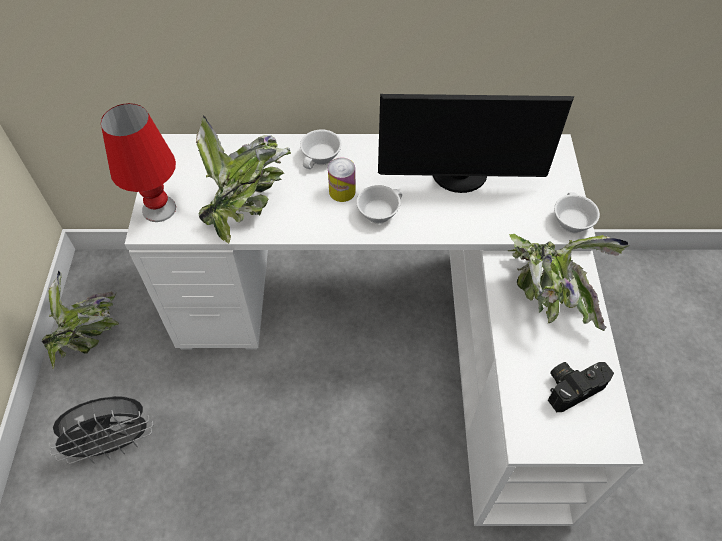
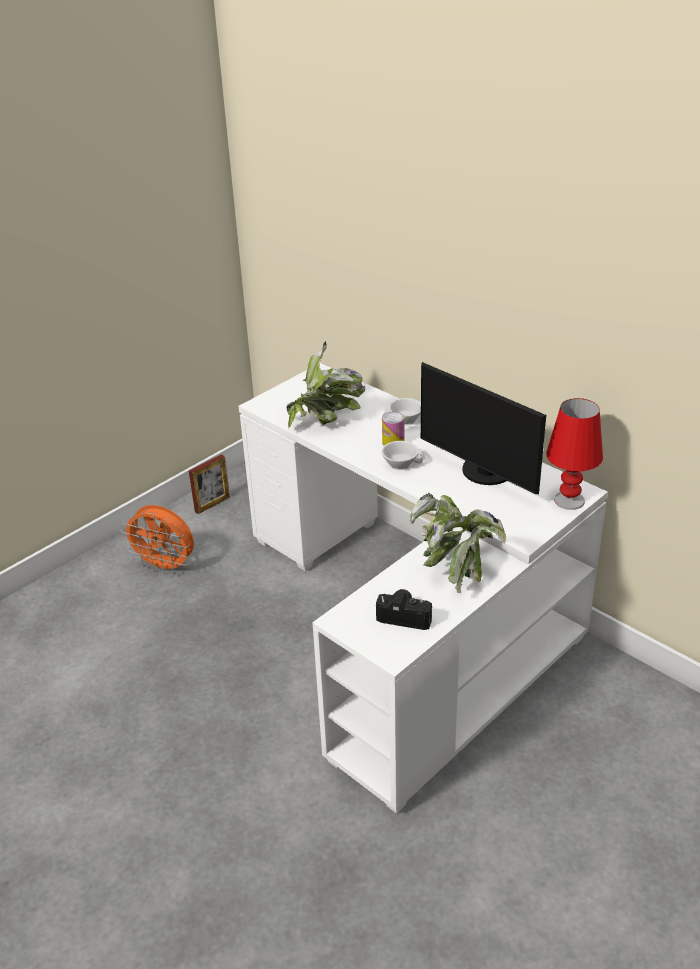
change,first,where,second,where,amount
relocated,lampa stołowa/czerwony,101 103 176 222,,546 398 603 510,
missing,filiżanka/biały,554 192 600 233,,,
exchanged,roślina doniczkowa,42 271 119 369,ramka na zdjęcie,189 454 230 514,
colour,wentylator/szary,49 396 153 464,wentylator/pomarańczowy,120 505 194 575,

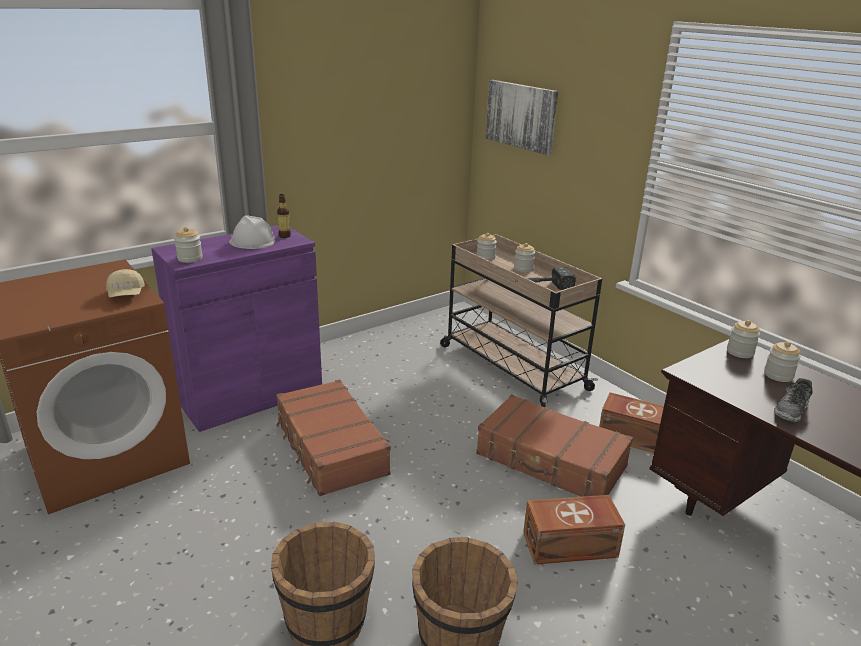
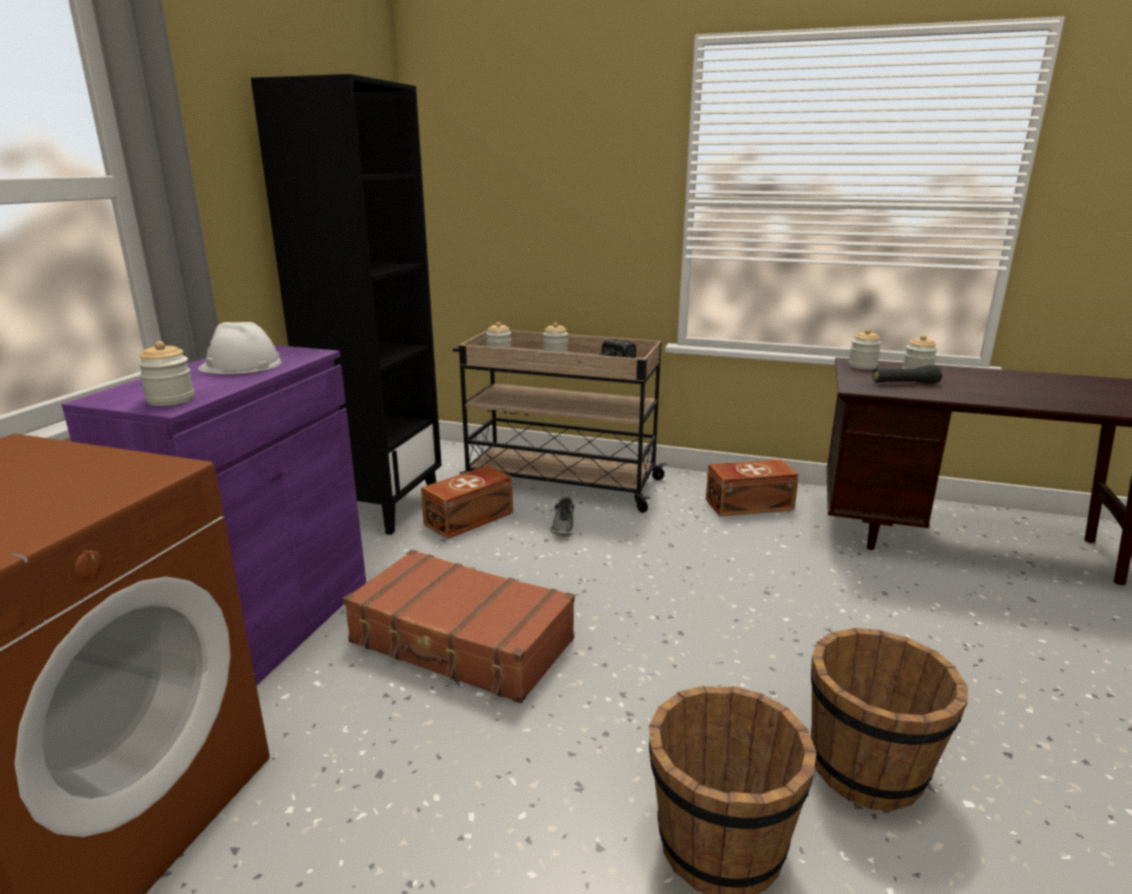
change,first,where,second,where,amount
missing,obraz,486 80 558 155,,,
missing,butelka,277 194 291 238,,,
missing,czapka z daszkiem/beżowy,106 269 145 297,,,
relocated,but,774 378 813 422,,551 497 574 536,
missing,walizka/brązowy,476 394 633 497,,,
relocated,pojemnik do przechowywania/brązowy,523 495 625 565,,421 465 513 539,
appeared,,,regał/czarny,251 74 442 535,
appeared,,,latarka/czarny,873 365 942 383,

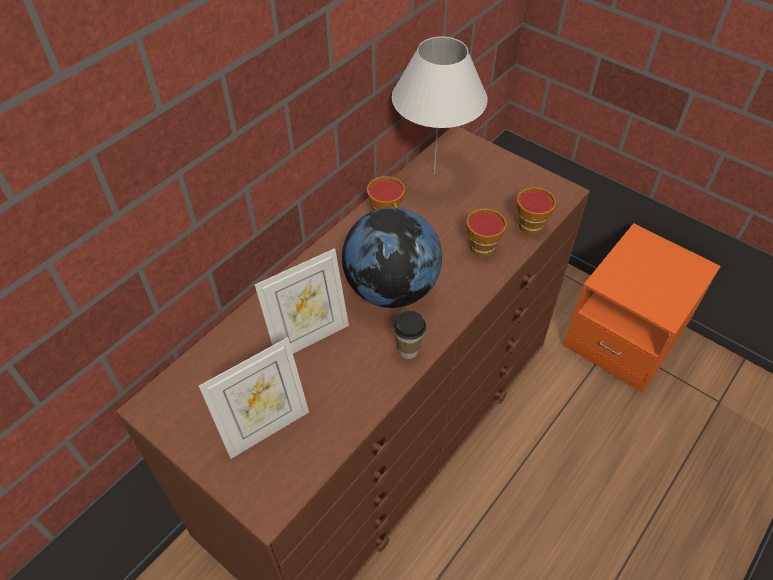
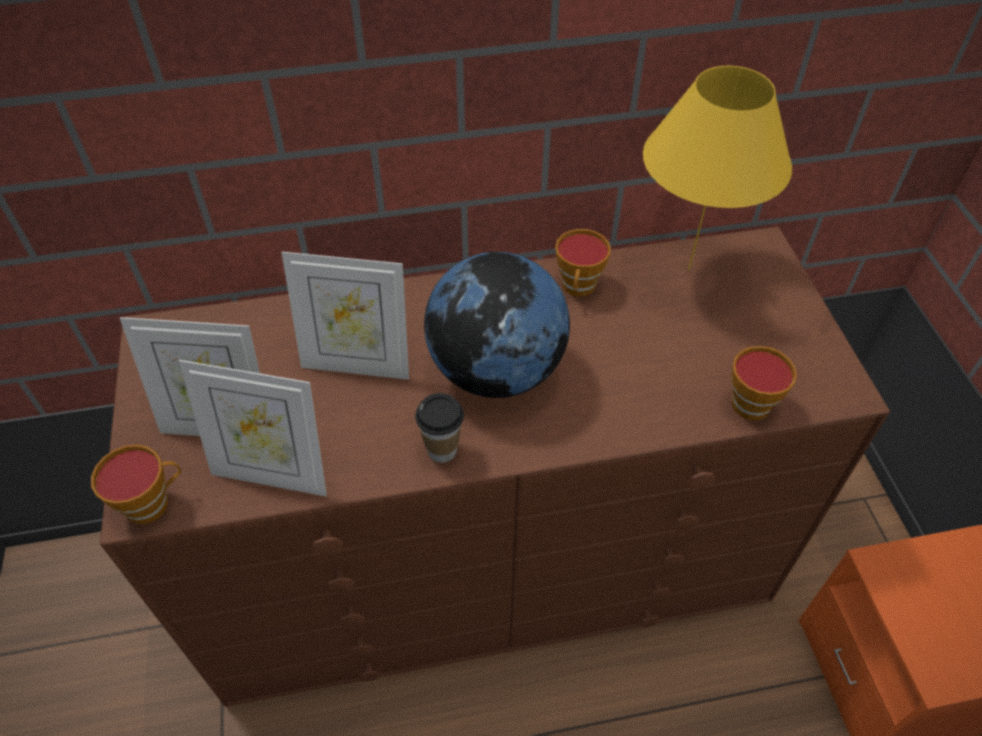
change,first,where,second,where,amount
colour,lampa stołowa/biały,392 37 488 174,lampa stołowa/żółty,643 66 792 270,
relocated,filiżanka,467 208 506 257,,91 445 181 524,
appeared,,,ramka na zdjęcie,179 360 327 496,

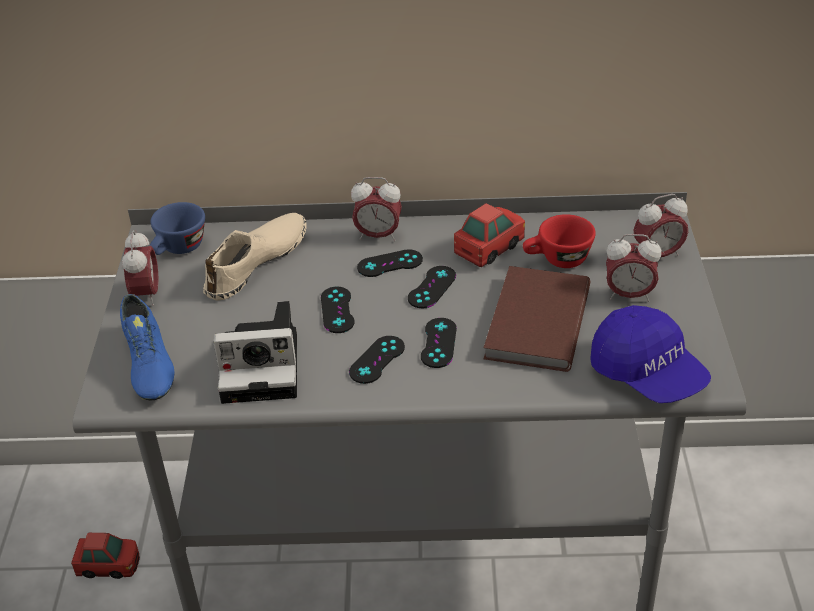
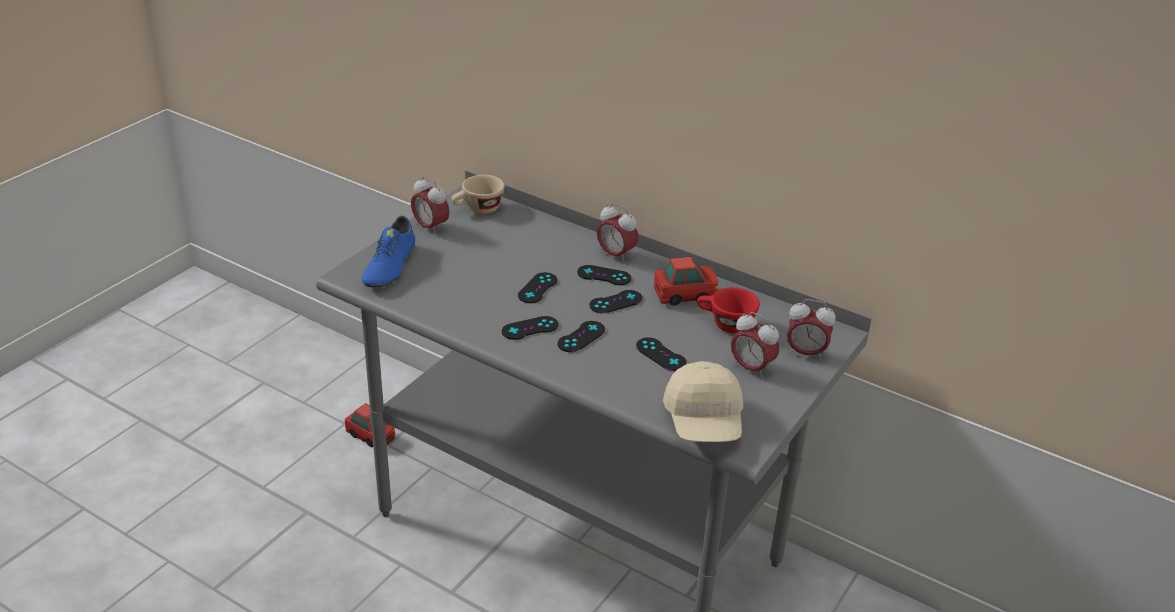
change,first,where,second,where,amount
colour,filiżanka/niebieski,150 202 205 255,filiżanka/beżowy,451 175 505 214,
missing,but/beżowy,203 213 307 301,,,
spun,budzik,122 230 159 306,,411 176 450 236,105 degrees clockwise
exchanged,książka/brązowy,483 266 590 372,pad do gier/czarny,636 338 687 371,
missing,aparat fotograficzny,214 301 297 404,,,
colour,czapka z daszkiem/niebieski,590 305 711 403,czapka z daszkiem/beżowy,663 361 743 442,

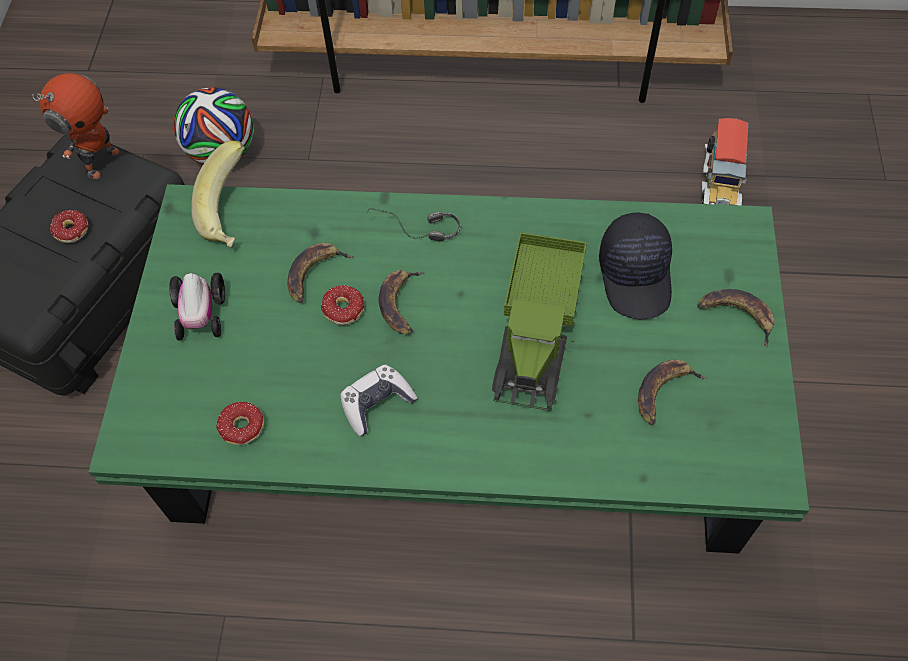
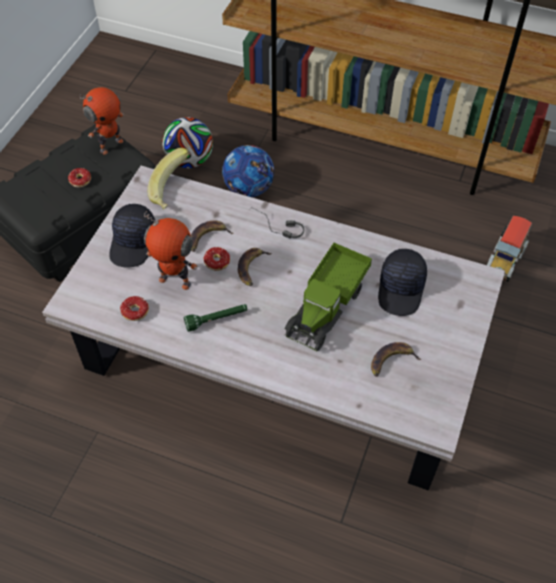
change,first,where,second,where,amount
colour,ława/zielony,89 184 809 554,ława/biały,42 166 505 491,
exchanged,samochodzik,169 273 225 341,czapka z daszkiem/czarny,109 204 155 268,
missing,banan,697 289 775 348,,,
exchanged,pad do gier,340 364 417 436,latarka/zielony,184 304 248 332,
appeared,,,piłka futbolowa,222 145 274 197,
appeared,,,robot zabawkowy,144 211 198 290,

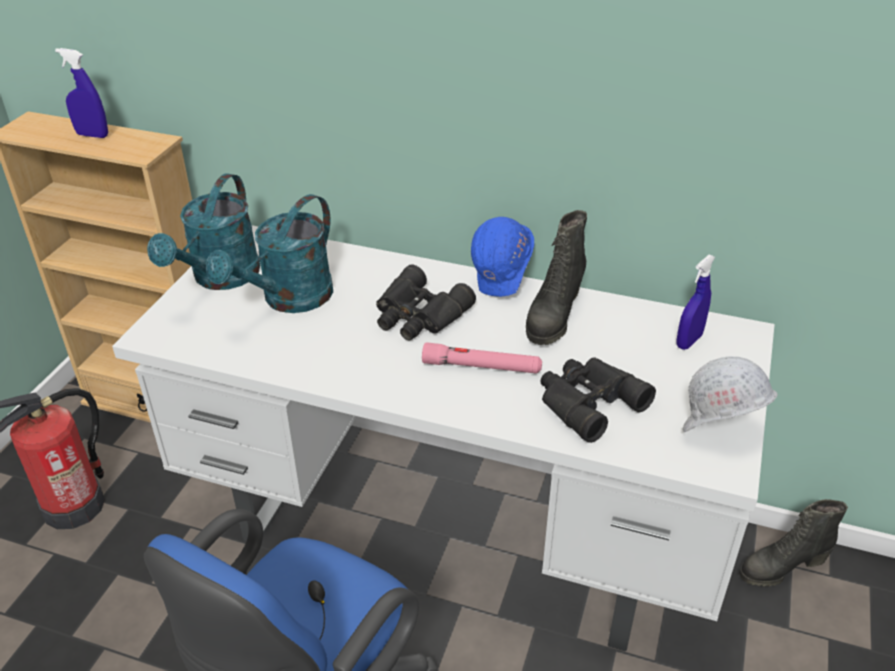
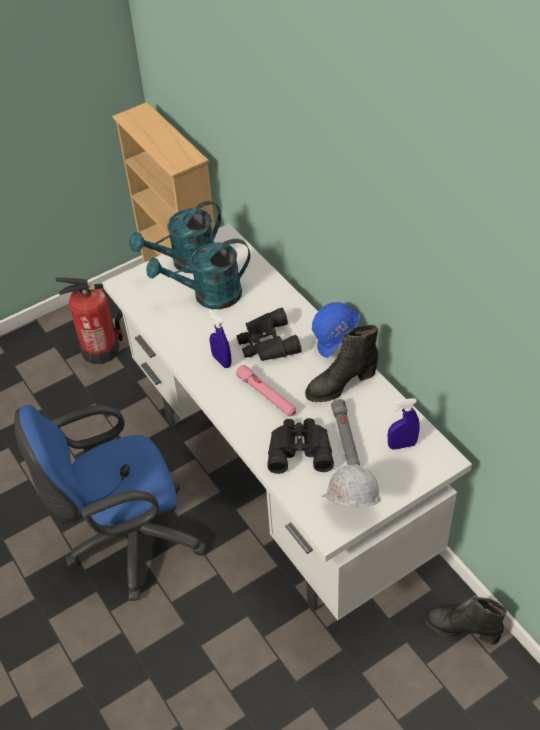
change,first,where,second,where,amount
relocated,spryskiwacz/niebieski,55 48 108 138,,209 309 232 368,
appeared,,,latarka/szary,331 399 360 465,

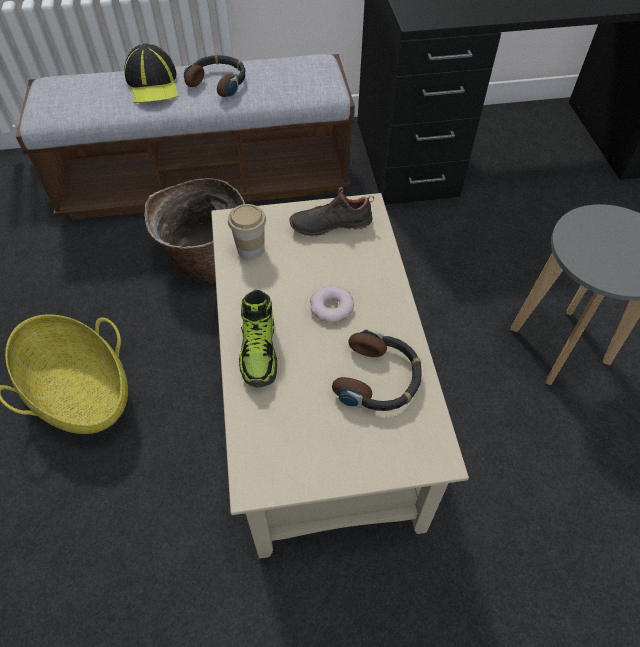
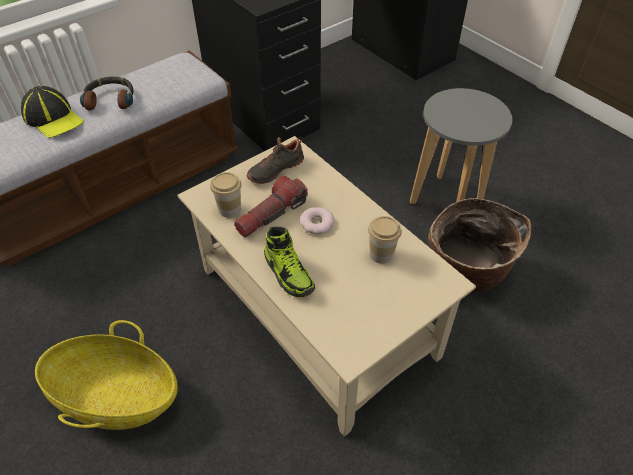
change,first,where,second,where,amount
relocated,koszyk,144 178 245 283,,428 198 531 292,
exchanged,słuchawki,332 330 422 411,filiżanka,368 216 402 264,
appeared,,,latarka,234 176 308 237,

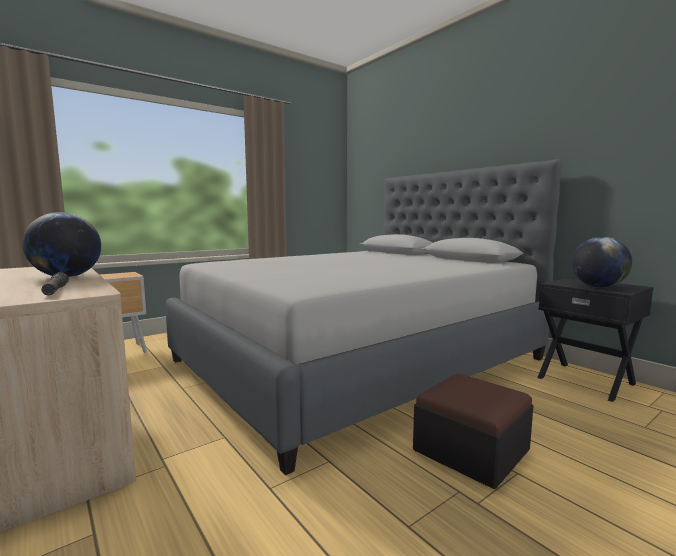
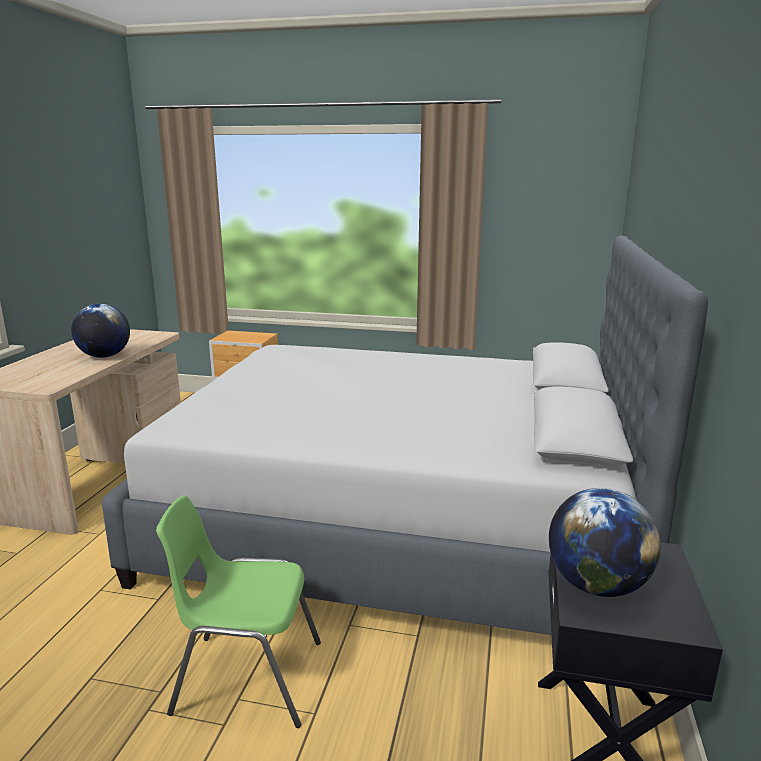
change,first,where,second,where,amount
missing,latarka/czarny,41 272 69 295,,,
exchanged,pufa,413 373 533 489,krzesło/zielony,156 495 321 728,

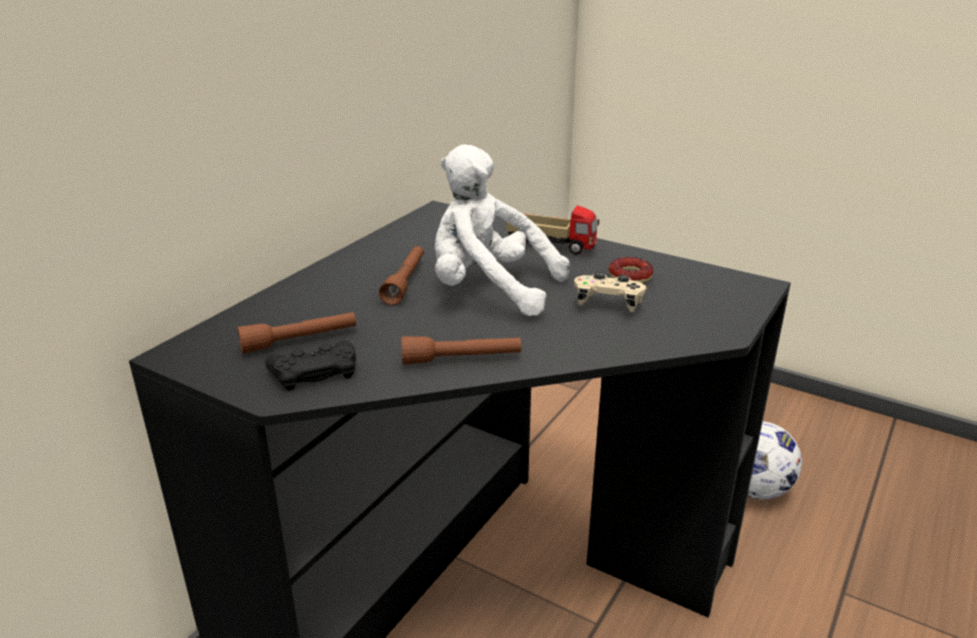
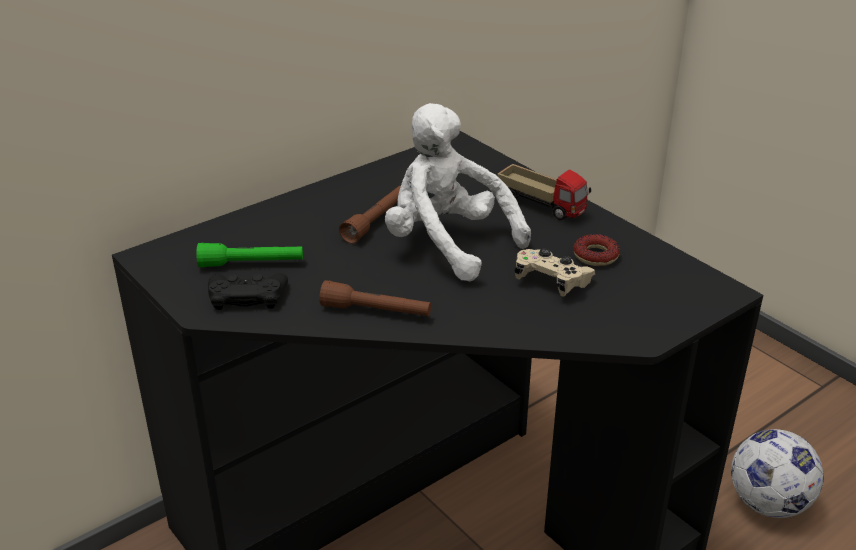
change,first,where,second,where,amount
colour,latarka/brązowy,237 312 356 354,latarka/zielony,196 243 303 267,

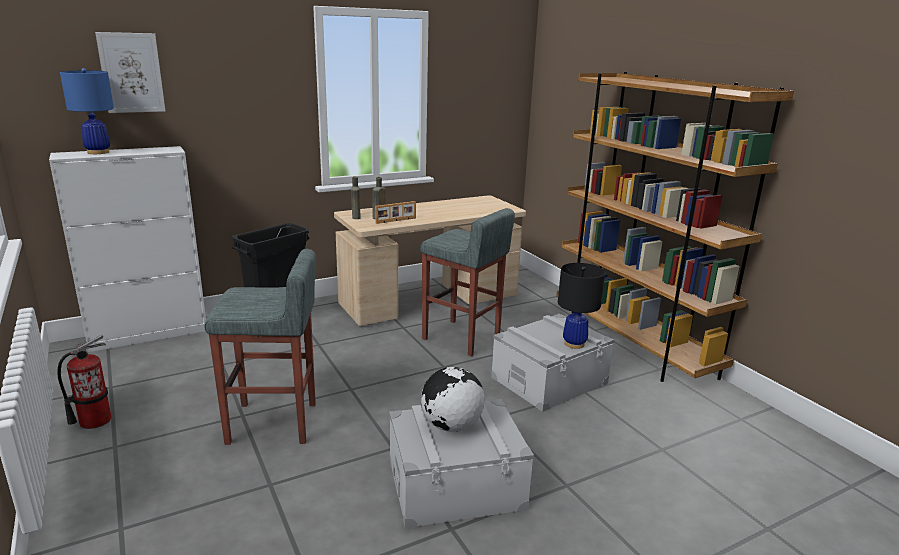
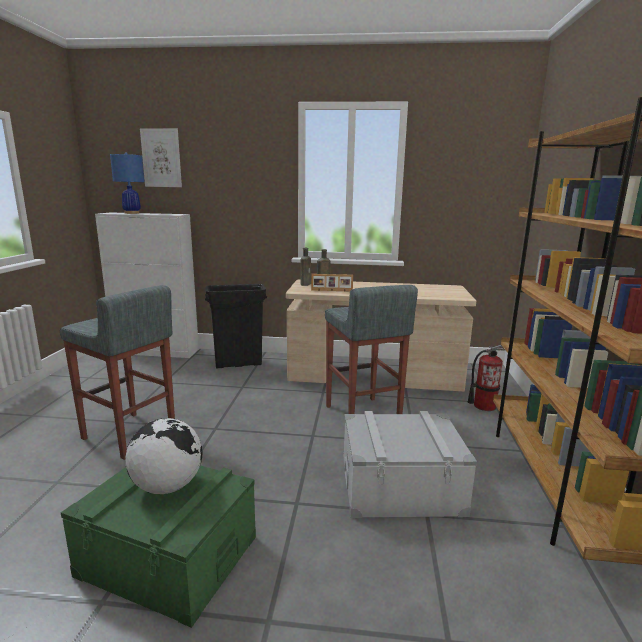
change,first,where,second,where,amount
missing,lampa stołowa/czarny,558 263 605 349,,,
relocated,gaśnica,58 335 111 429,,468 345 505 411,
colour,pojemnik do przechowywania/szary,389 399 534 529,pojemnik do przechowywania/zielony,61 465 256 628,

